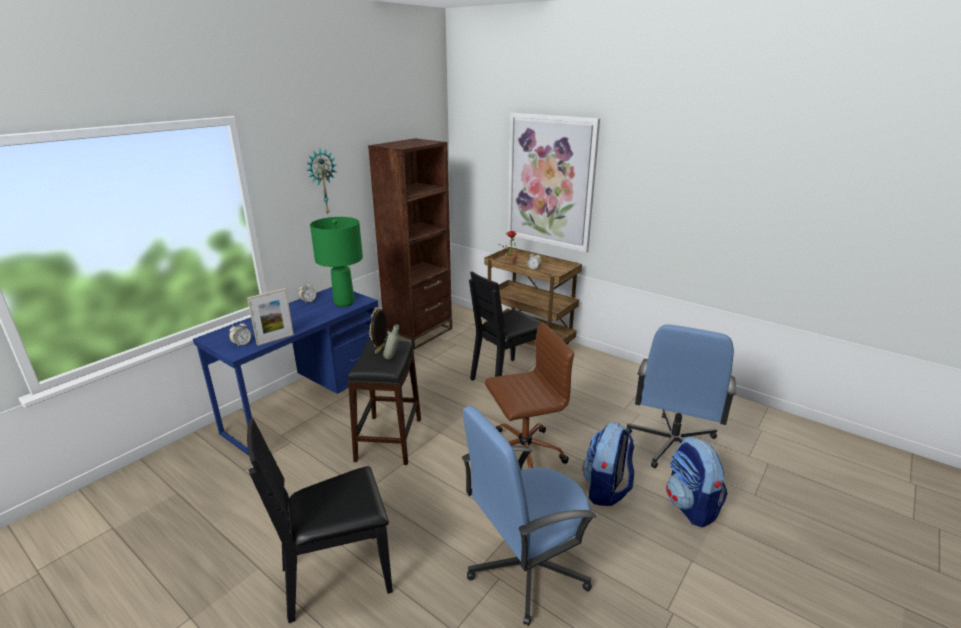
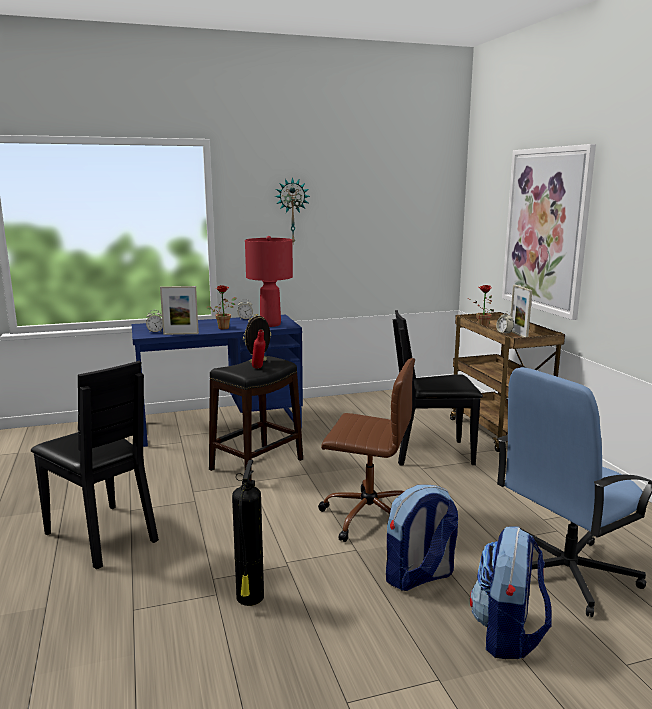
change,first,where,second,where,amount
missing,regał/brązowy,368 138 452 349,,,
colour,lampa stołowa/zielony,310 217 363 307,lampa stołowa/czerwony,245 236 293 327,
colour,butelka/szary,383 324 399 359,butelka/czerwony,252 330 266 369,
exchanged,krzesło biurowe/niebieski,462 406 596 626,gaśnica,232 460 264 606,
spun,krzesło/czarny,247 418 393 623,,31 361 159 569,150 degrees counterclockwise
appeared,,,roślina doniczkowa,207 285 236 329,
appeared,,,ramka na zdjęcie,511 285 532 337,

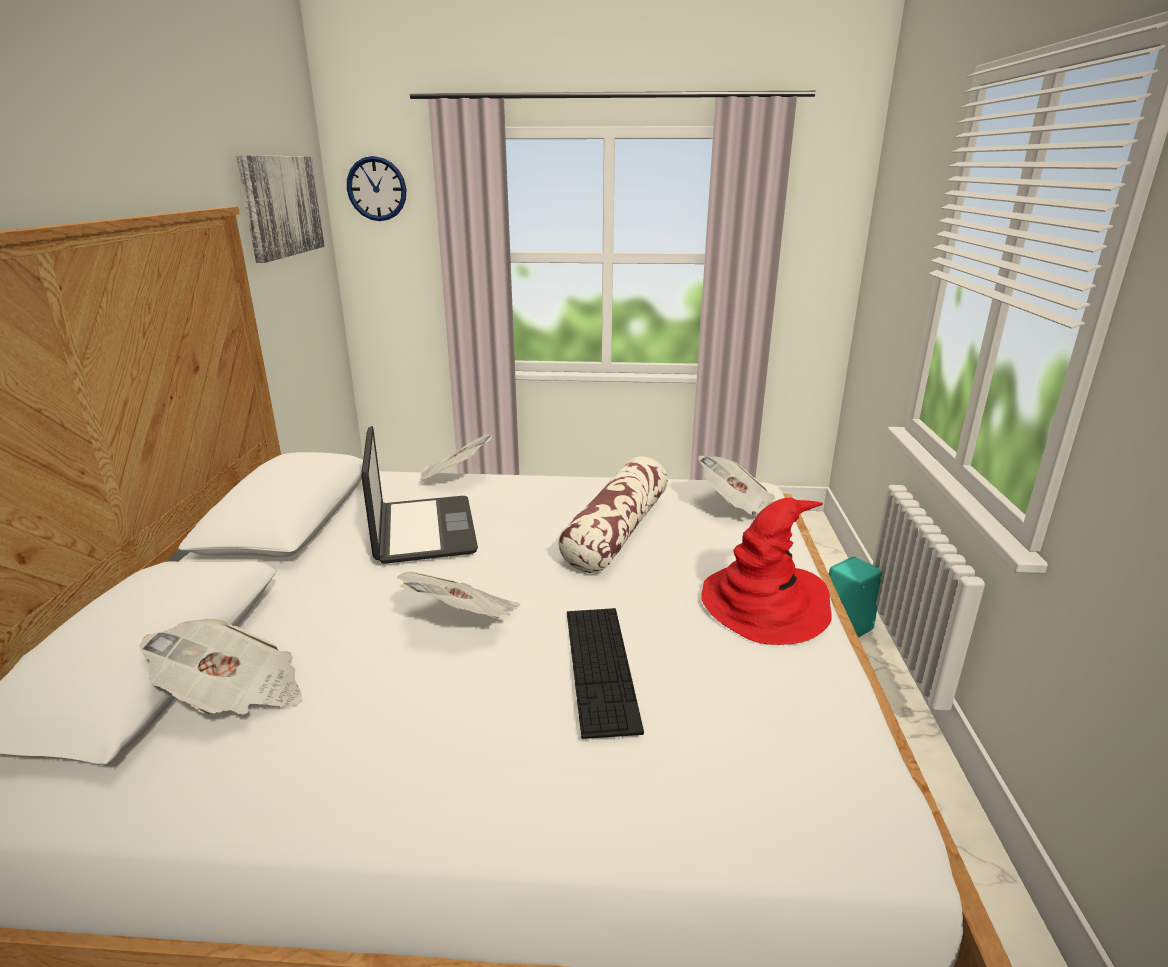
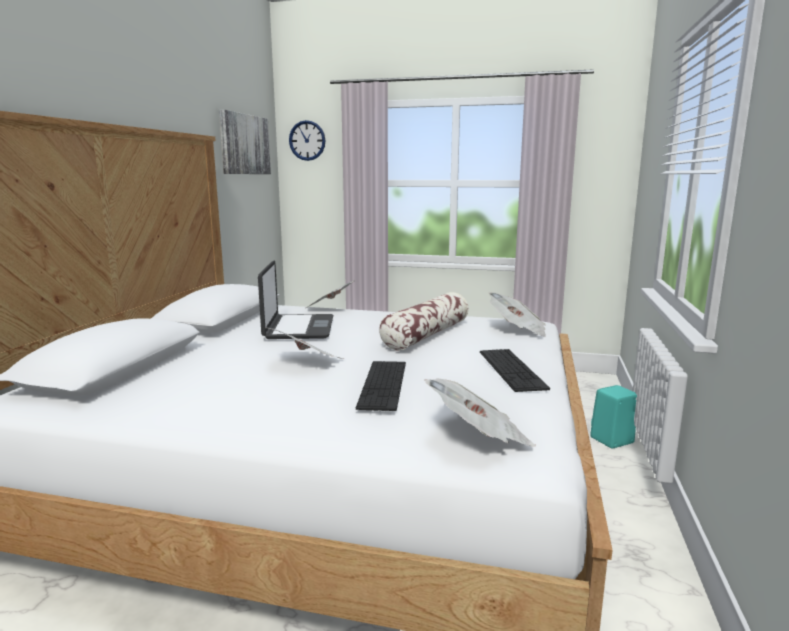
change,first,where,second,where,amount
exchanged,kapelusz/czerwony,701 498 832 645,klawiatura,480 349 550 392,
relocated,gazeta,140 619 303 715,,424 378 536 446,

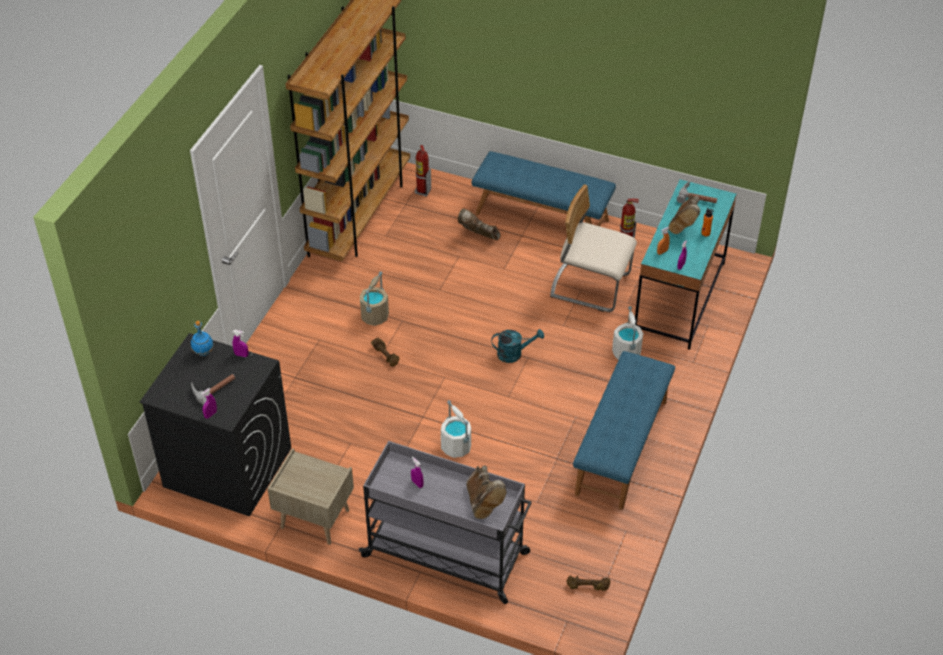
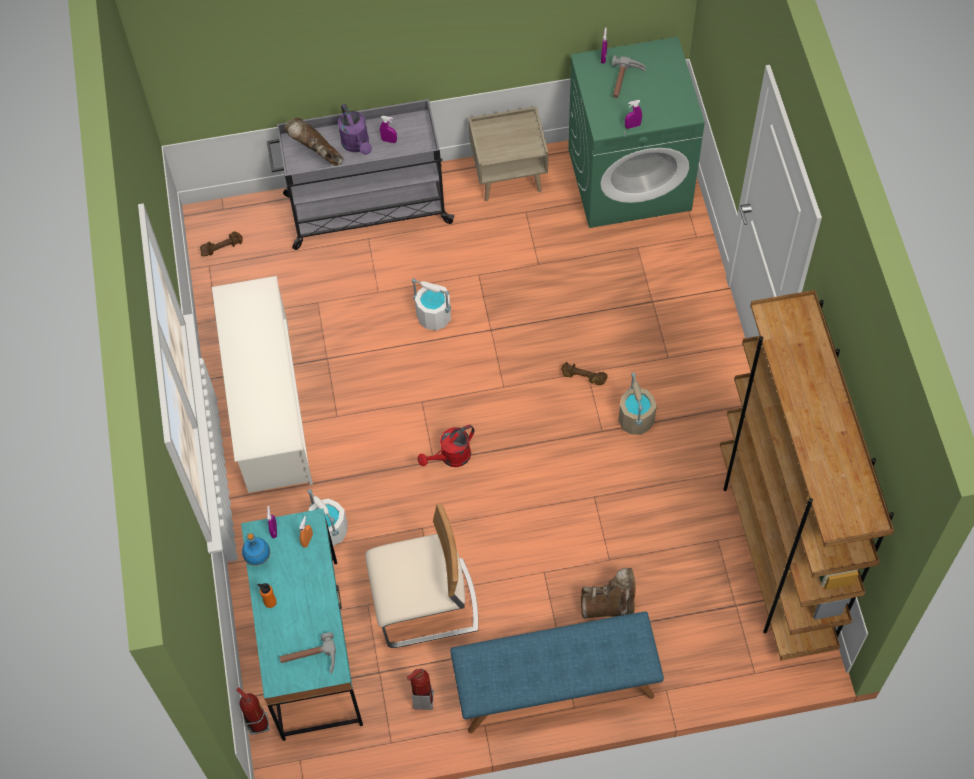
change,first,where,second,where,amount
relocated,gaśnica,415 145 431 197,,236 687 270 735,
missing,but z cholewką/brązowy,668 194 700 234,,,
relocated,butelka/niebieski,191 321 213 356,,242 533 270 566,
colour,konewka/turkusowy,491 329 544 363,konewka/czerwony,418 425 475 467,
colour,pralka/czarny,140 333 291 517,pralka/zielony,568 37 705 228,
exchanged,ławka/niebieski,573 351 675 510,regał na buty/biały,212 276 313 493,
appeared,,,konewka/fioletowy,338 104 372 155,

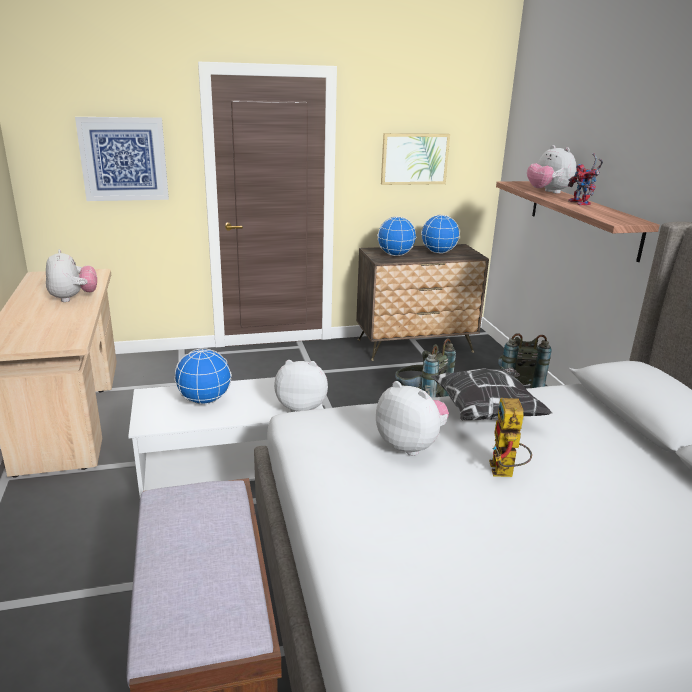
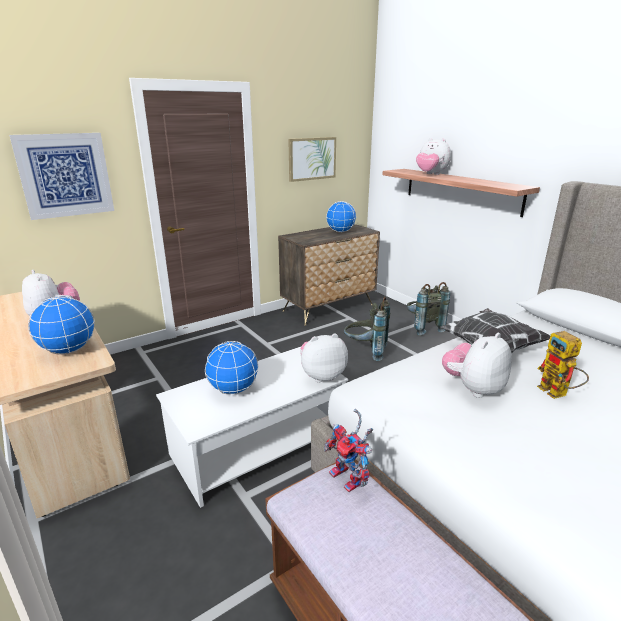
change,first,where,second,where,amount
relocated,robot zabawkowy,568 153 603 205,,324 409 373 492,
relocated,globus,377 216 416 256,,28 296 95 354,
spun,pluszak,376 381 449 456,,442 333 512 398,60 degrees counterclockwise

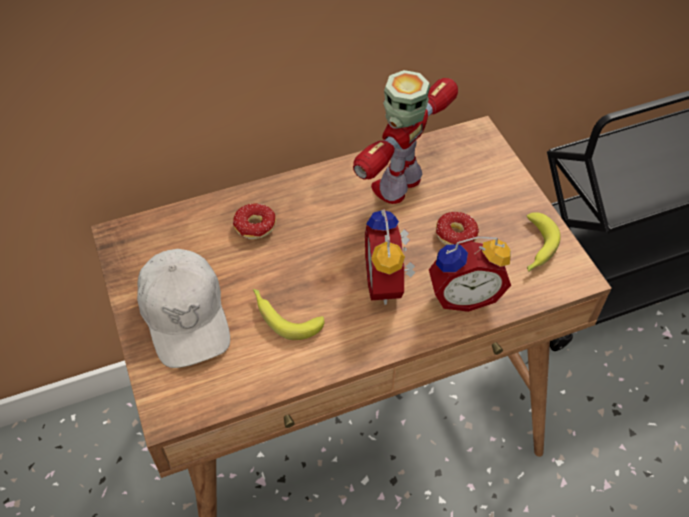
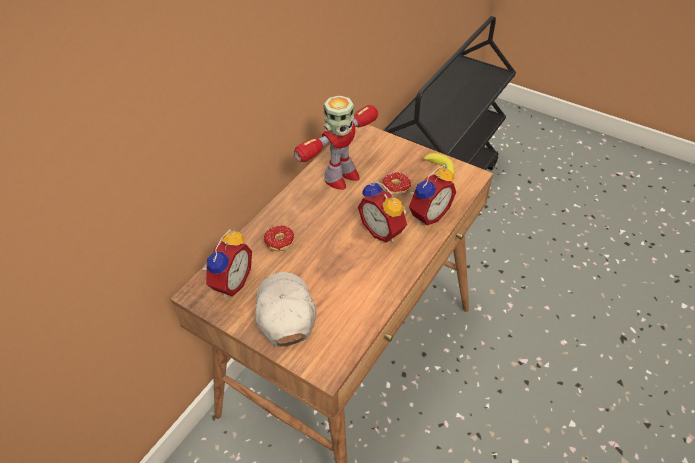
change,first,where,second,where,amount
spun,robot zabawkowy,353 70 458 204,,294 95 378 190,135 degrees counterclockwise
spun,czapka z daszkiem/biały,137 249 230 368,,255 272 317 347,135 degrees counterclockwise
missing,banan,253 289 325 340,,,
appeared,,,budzik,202 230 252 298,

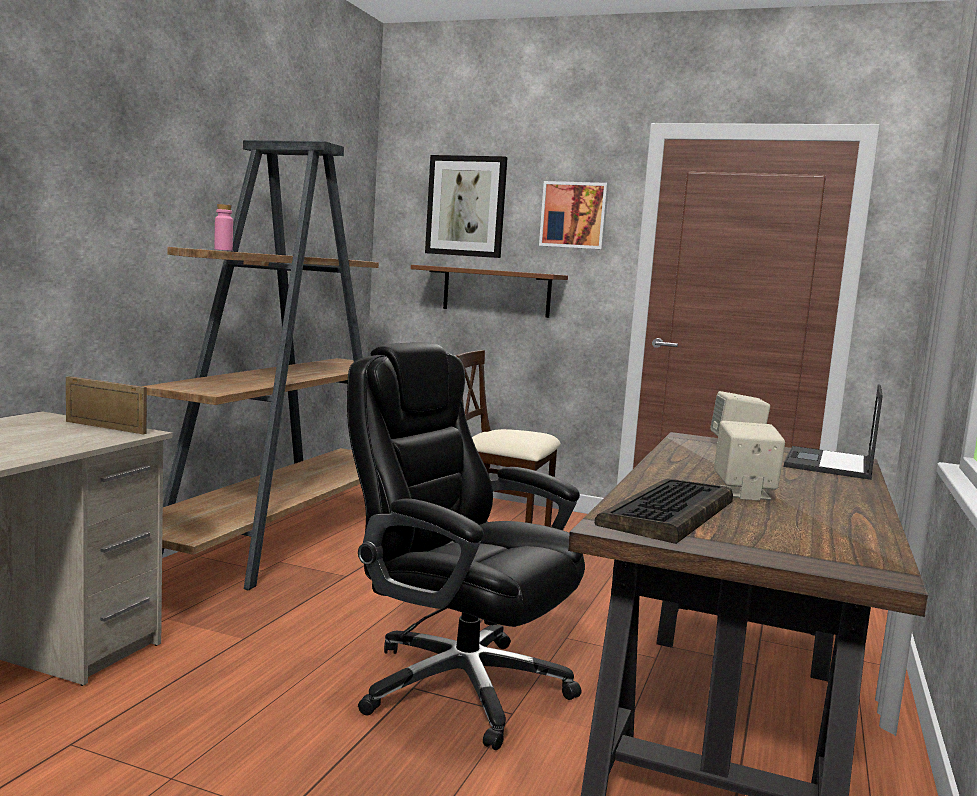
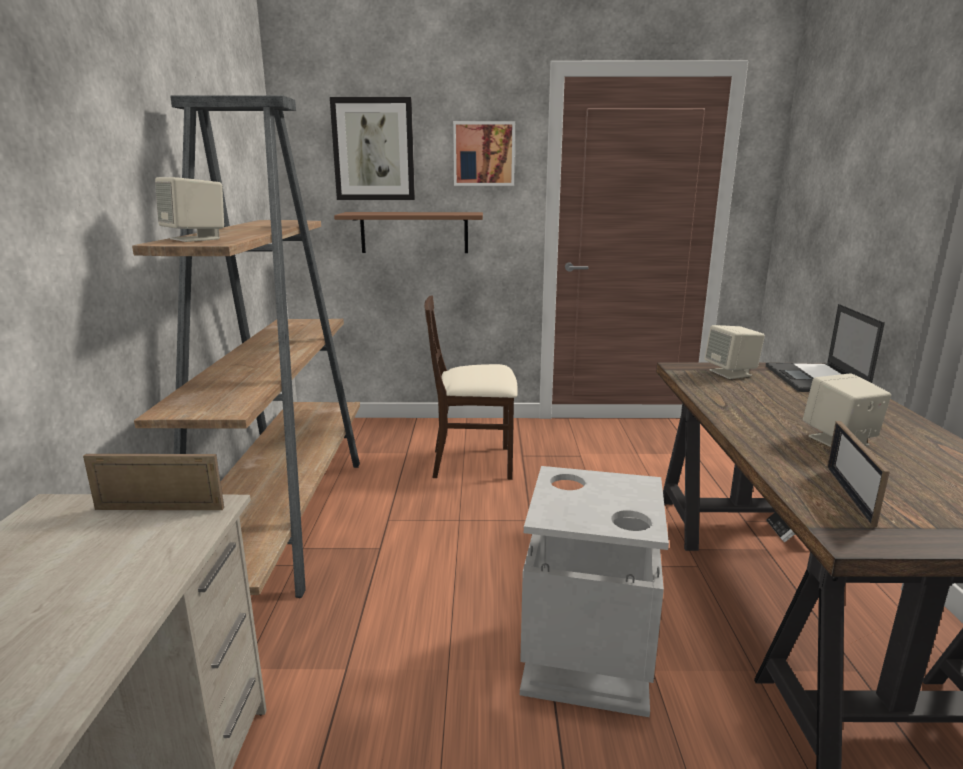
change,first,where,second,where,amount
exchanged,butelka/różowy,214 204 233 251,głośnik/beżowy,155 177 224 242,
exchanged,krzesło biurowe/czarny,347 342 585 750,kosz na śmieci/szary,520 466 669 717,
exchanged,klawiatura,595 479 733 544,ramka na zdjęcie,827 421 890 527,

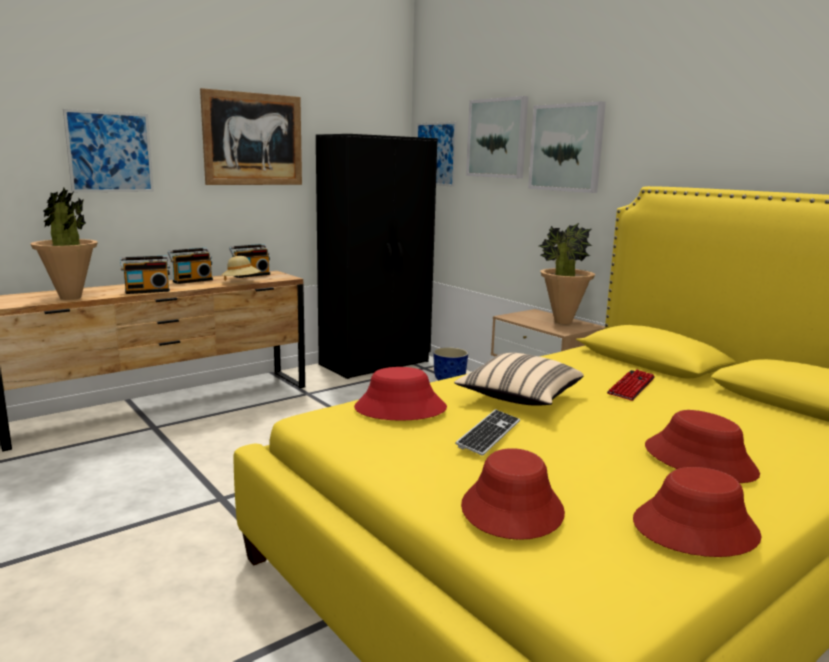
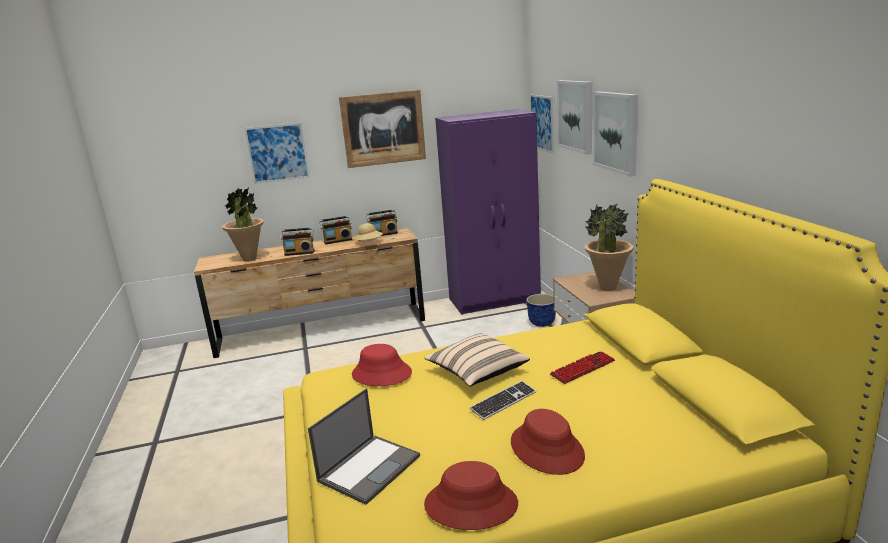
change,first,where,second,where,amount
colour,szafa/czarny,316 134 437 379,szafa/fioletowy,435 109 541 315,
relocated,klawiatura,455 409 520 456,,470 381 536 420,
exchanged,kapelusz/czerwony,461 448 565 540,laptop,308 388 420 505,

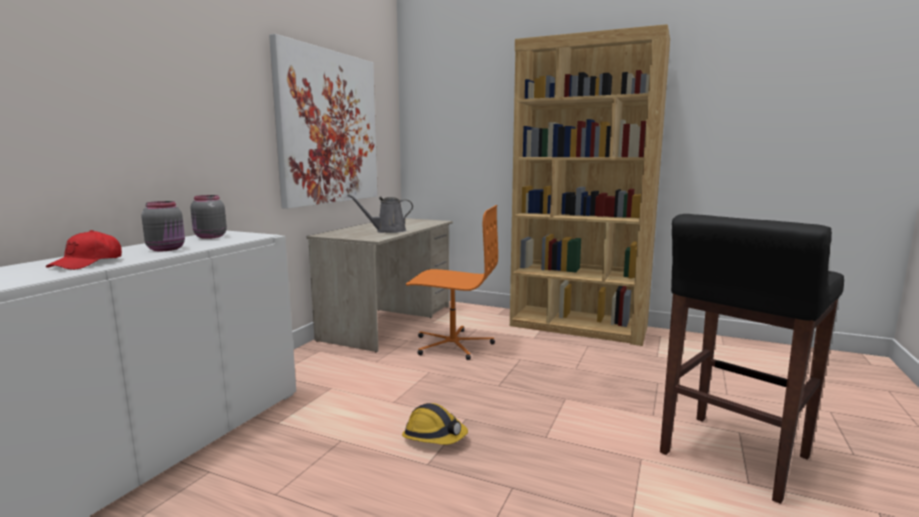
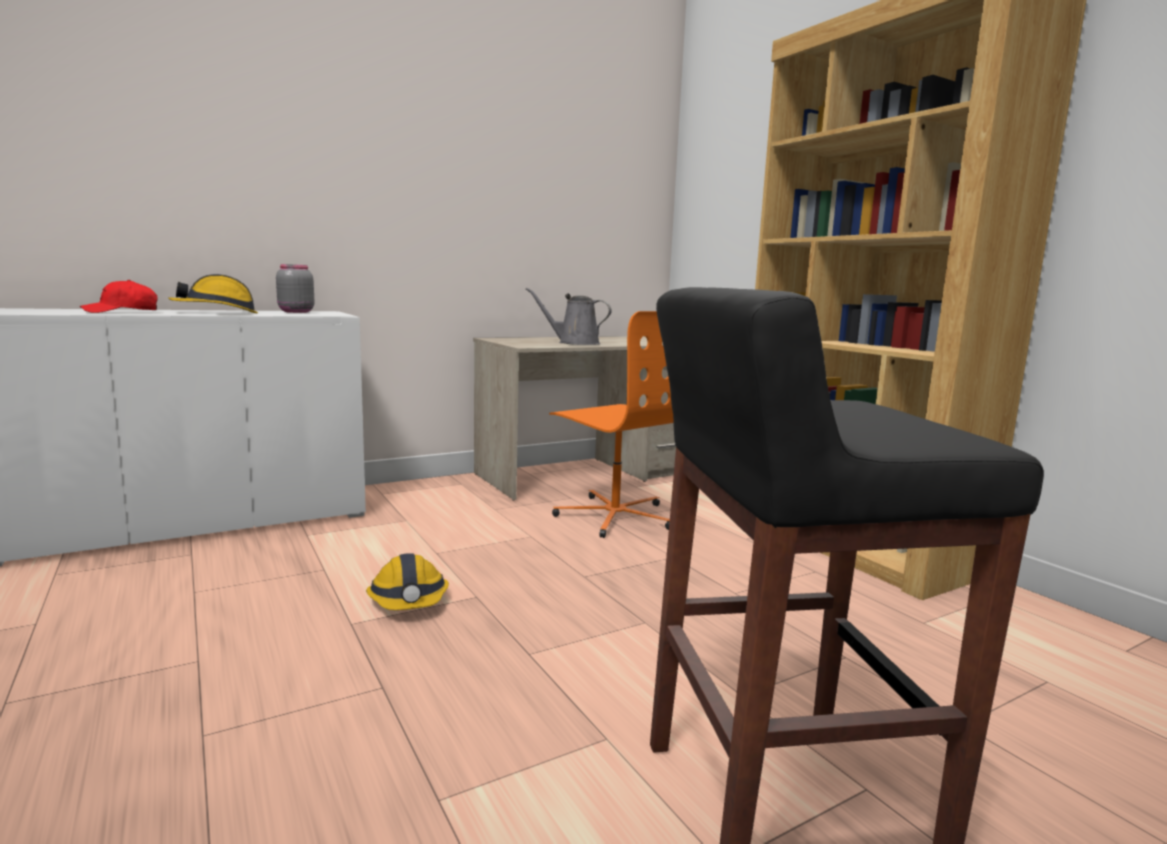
change,first,where,second,where,amount
missing,obraz,269 34 378 209,,,
exchanged,słoik/szary,142 201 185 251,kask,168 274 258 313,

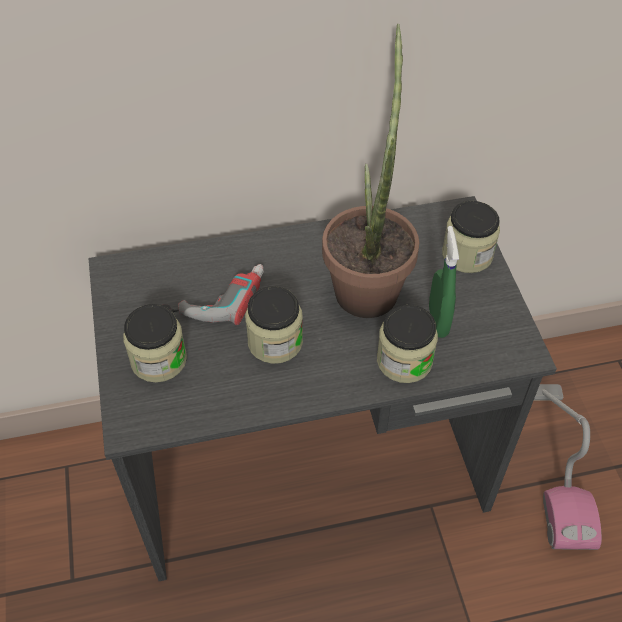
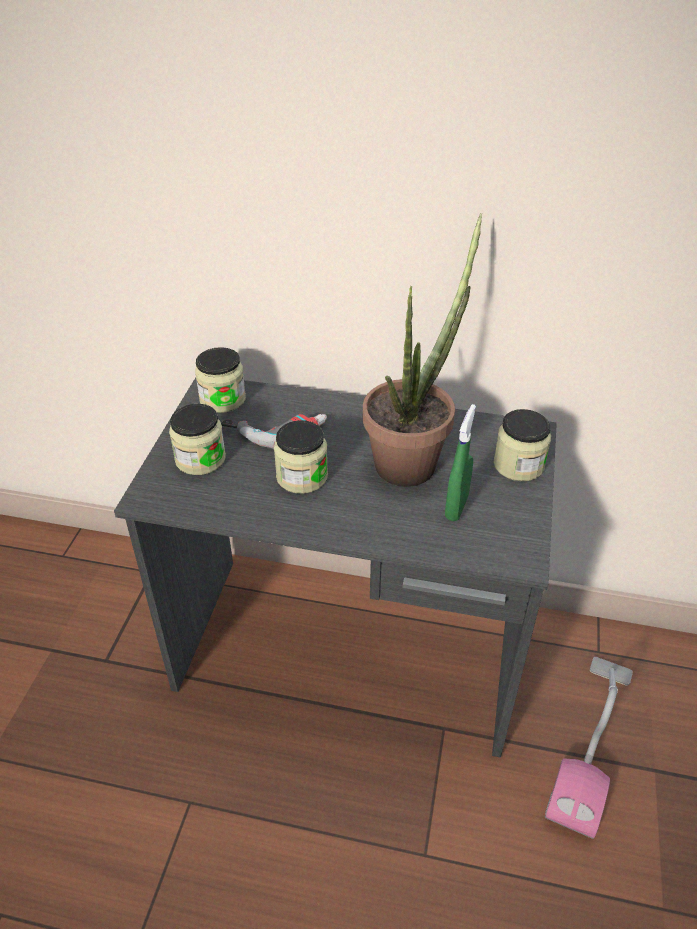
change,first,where,second,where,amount
relocated,słoik,377 305 438 383,,195 347 246 413,

